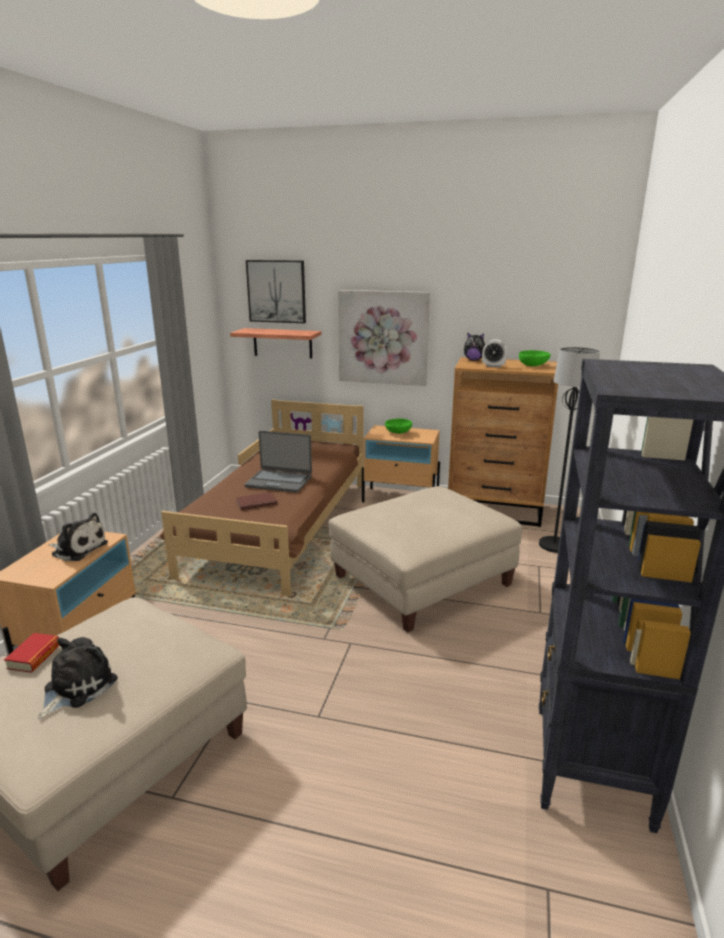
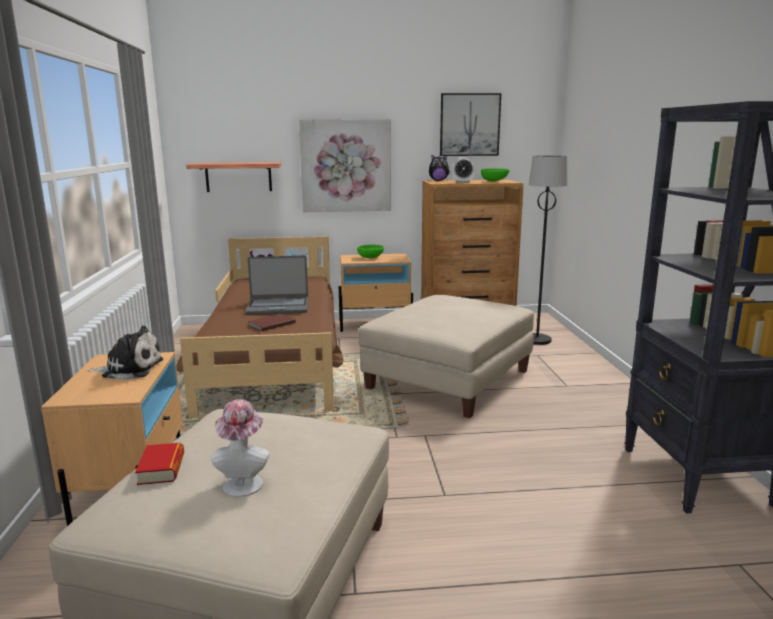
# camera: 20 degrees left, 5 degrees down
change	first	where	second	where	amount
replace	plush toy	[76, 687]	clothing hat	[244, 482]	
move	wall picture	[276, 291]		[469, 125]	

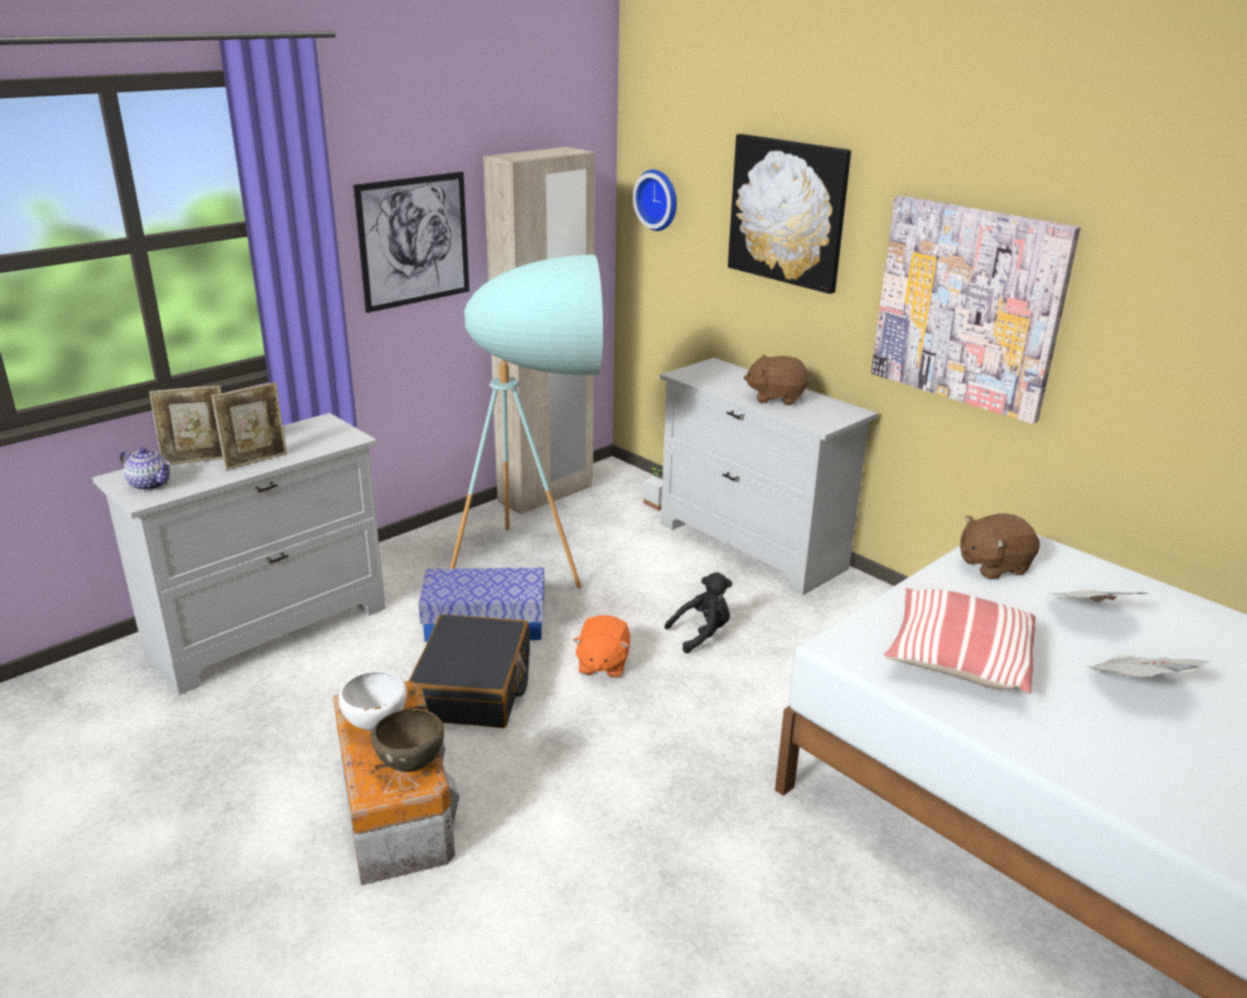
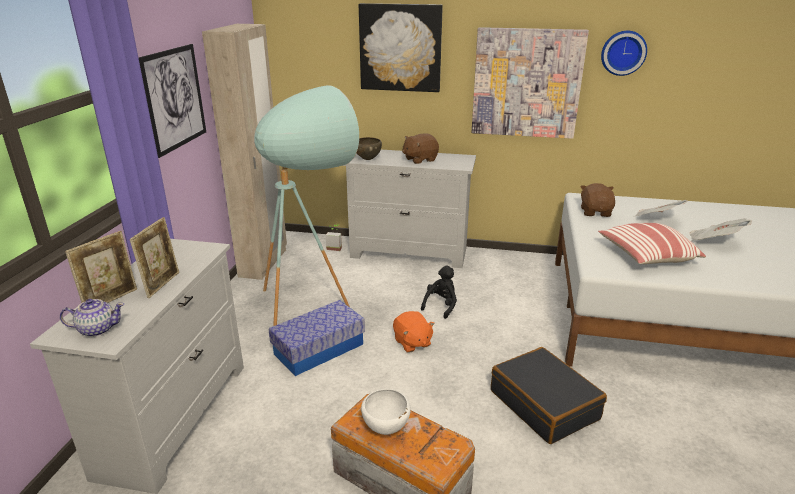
# camera: 35 degrees left, 0 degrees up
change	first	where	second	where	amount
move	brown serving bowl	[411, 765]		[368, 159]	
move	black-coloured suitcase	[473, 687]		[544, 404]	
rotate	brown plush toy	[992, 566]		[595, 212]	150 degrees clockwise
move	wall clock	[659, 199]		[623, 52]	

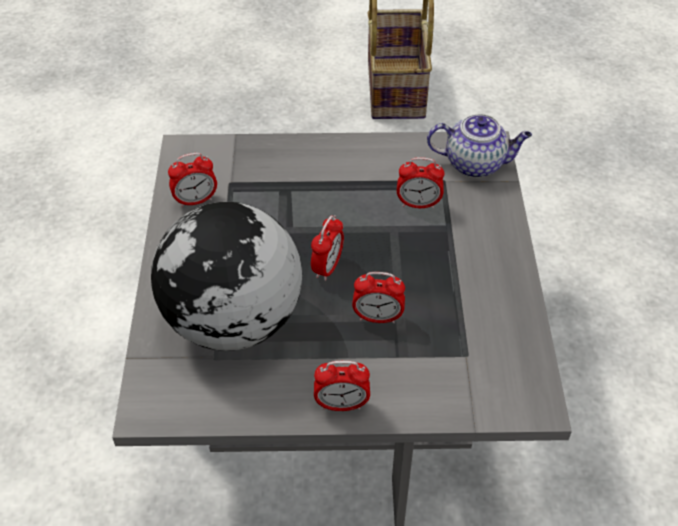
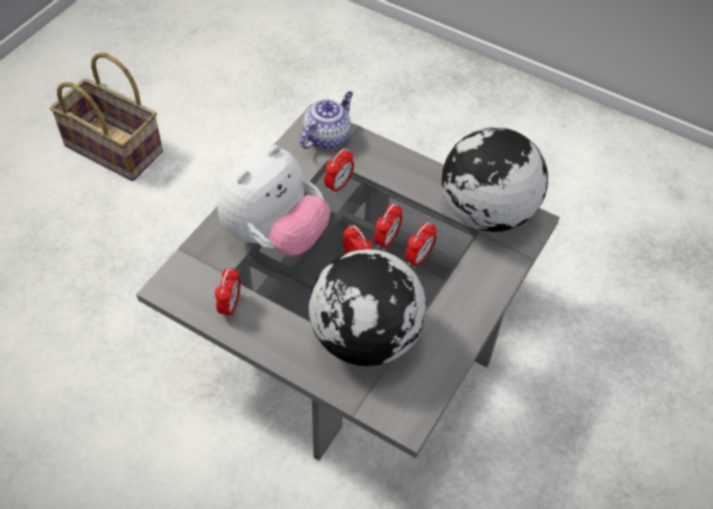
# camera: 60 degrees left, 5 degrees up
change	first	where	second	where	amount
insert			plush toy	[275, 235]	
move	table clock	[341, 405]		[387, 240]	
insert			world globe	[485, 212]	

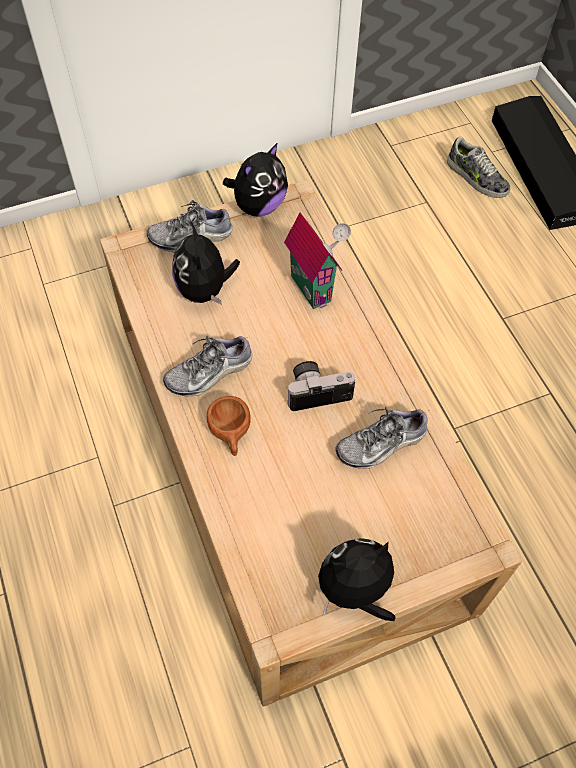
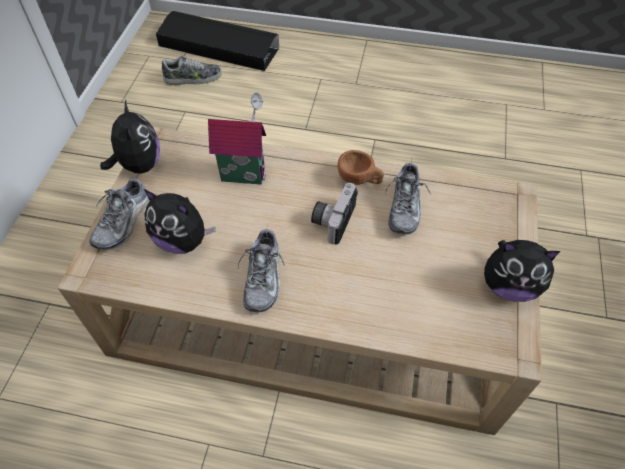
# camera: 55 degrees left, 5 degrees down
change	first	where	second	where	amount
move	brown small cup	[230, 434]		[359, 179]	
rotate	plush toy	[355, 591]		[509, 286]	90 degrees counterclockwise

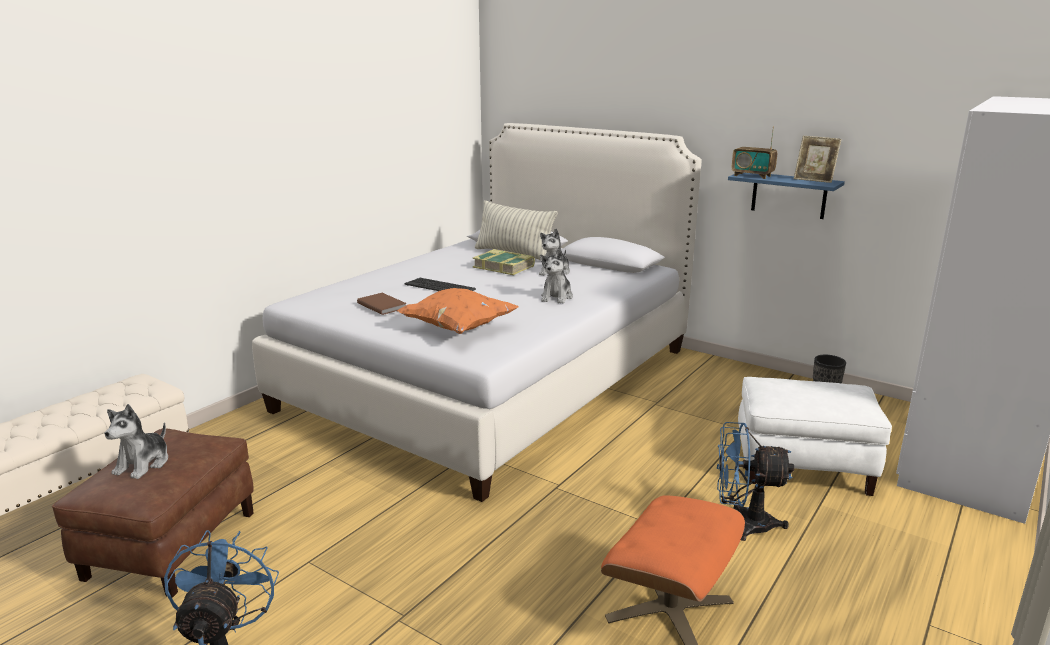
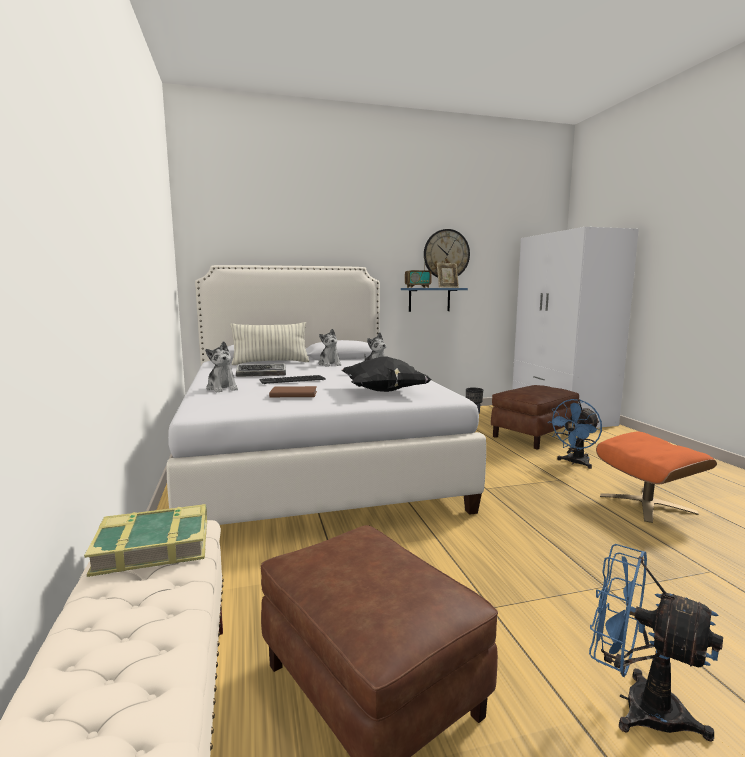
# camera: 50 degrees left, 10 degrees down
change	first	where	second	where	amount
move	volume	[504, 267]		[154, 546]	
move	plush toy	[143, 464]		[222, 388]	
insert			computer keyboard	[262, 374]	
recolor	orange throw pillow	[457, 328]	black-coloured throw pillow	[383, 391]	
insert			wall clock	[446, 254]	
recolor	white-coloured pouffe	[803, 466]	brown pouffe	[533, 436]	

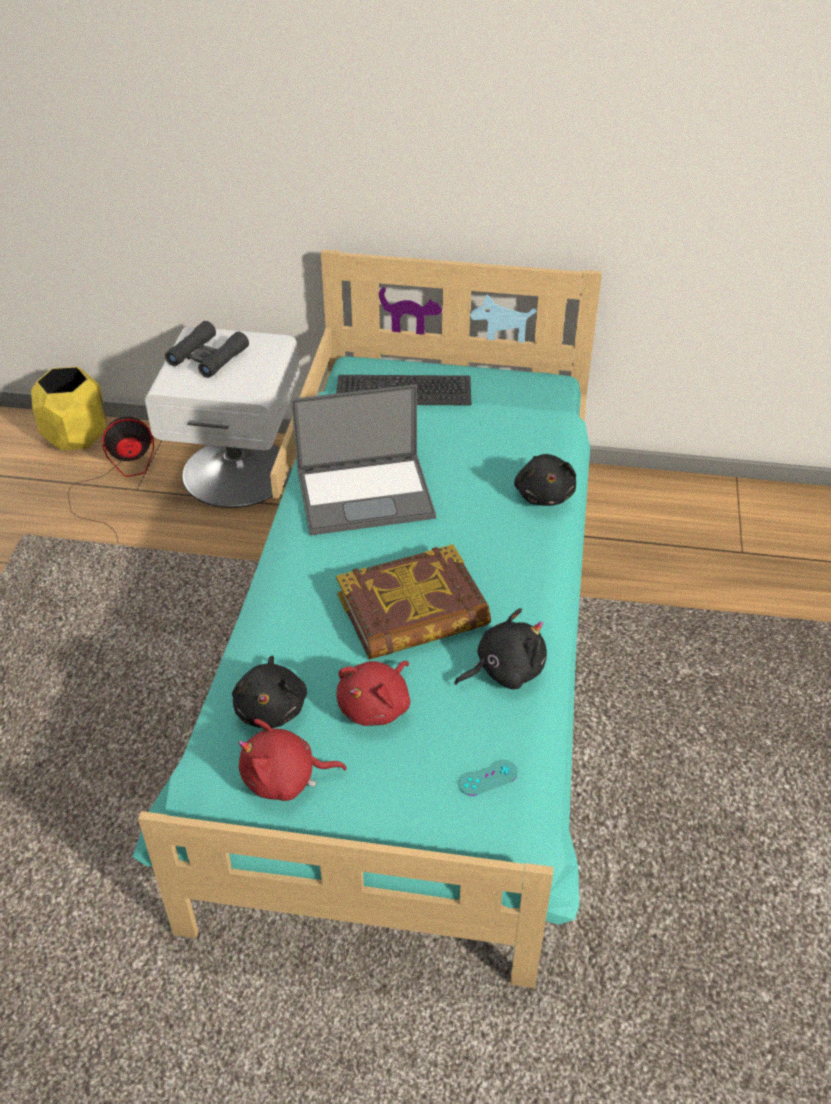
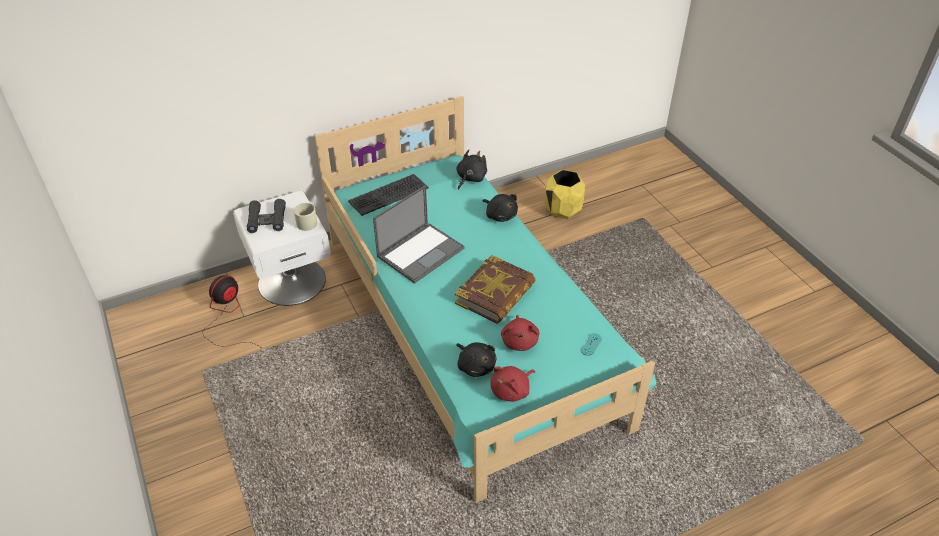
# camera: 35 degrees left, 0 degrees up
change	first	where	second	where	amount
insert			sand-coloured coffee mug	[307, 222]	
move	black-coloured plush toy	[505, 670]		[470, 178]	
move	yellow planter	[77, 435]		[563, 209]	

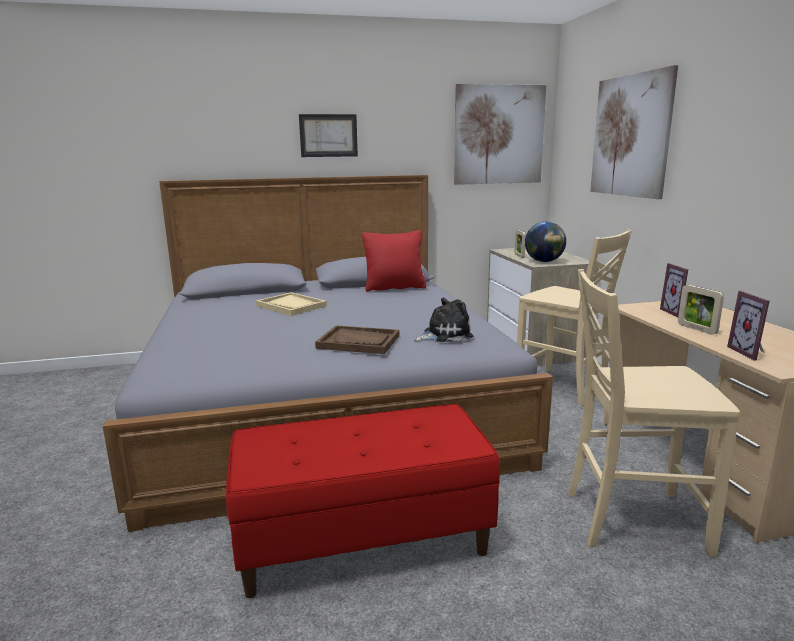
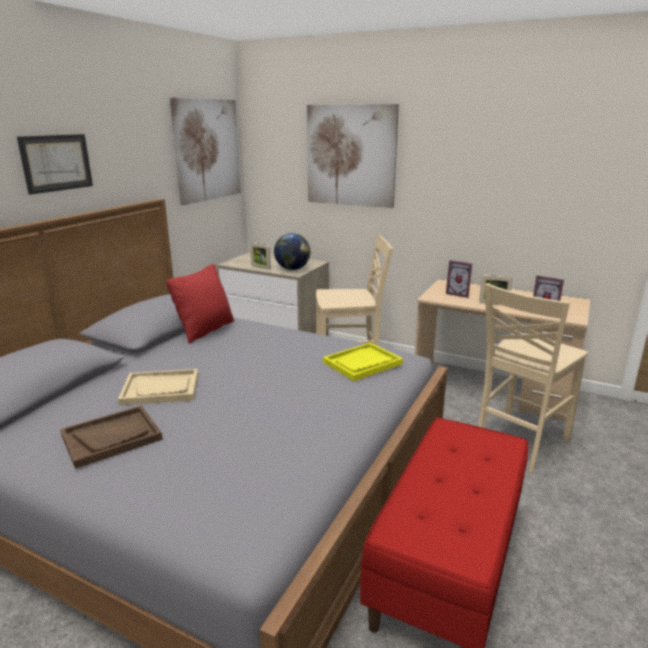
# camera: 50 degrees left, 5 degrees up
change	first	where	second	where	amount
move	brown serving tray	[359, 342]		[112, 437]	
replace	plush toy	[444, 335]	yellow serving tray	[362, 363]	

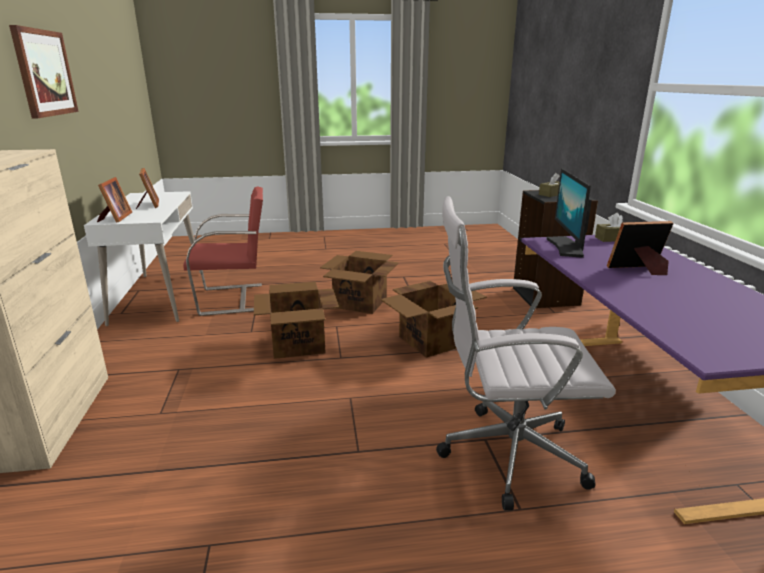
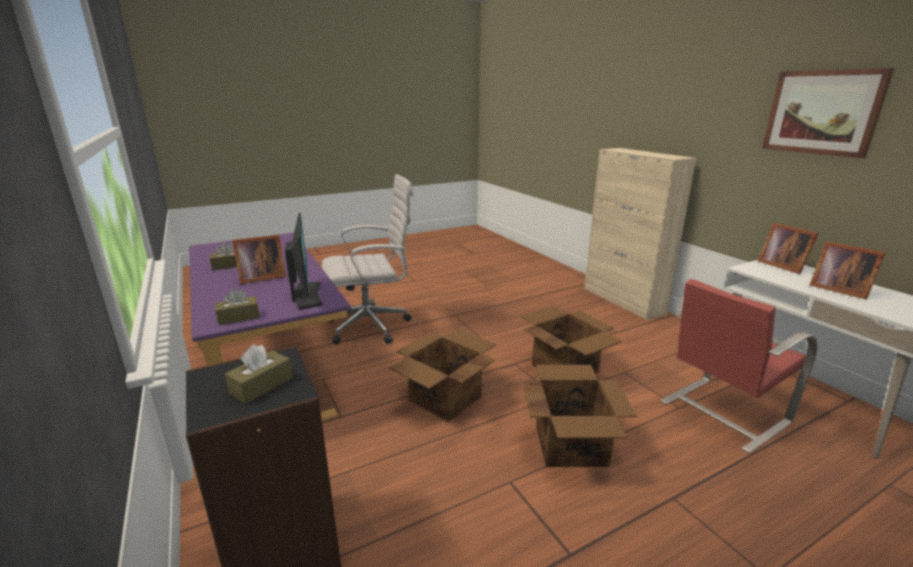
# camera: 160 degrees right, 0 degrees up
change	first	where	second	where	amount
insert			brown tissue box	[228, 265]	

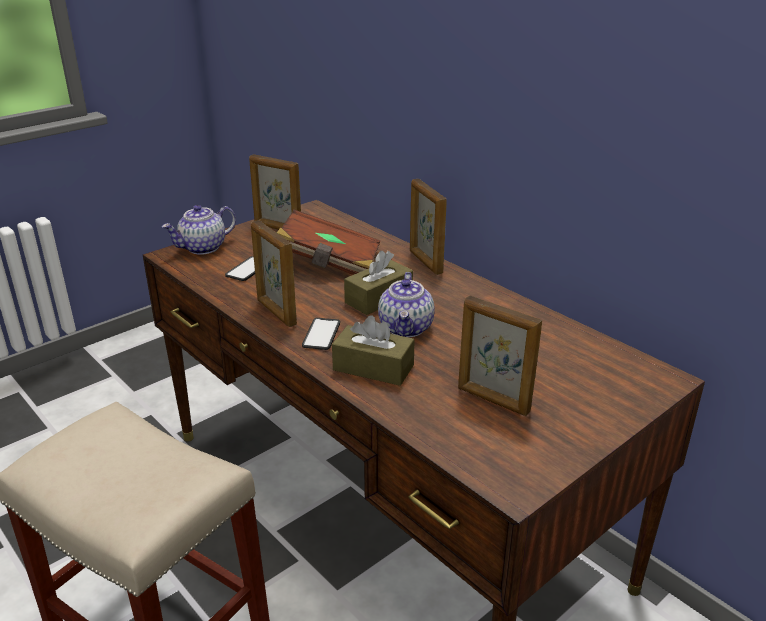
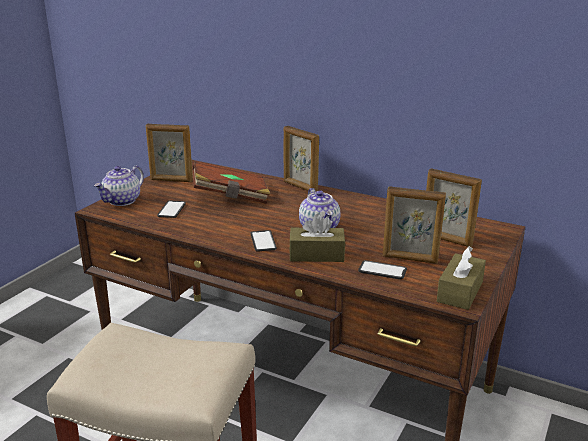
# camera: 20 degrees left, 5 degrees down
change	first	where	second	where	amount
insert			telephone	[382, 270]	
move	picture frame	[276, 312]		[446, 240]	
move	brown tissue box	[378, 298]		[460, 291]	

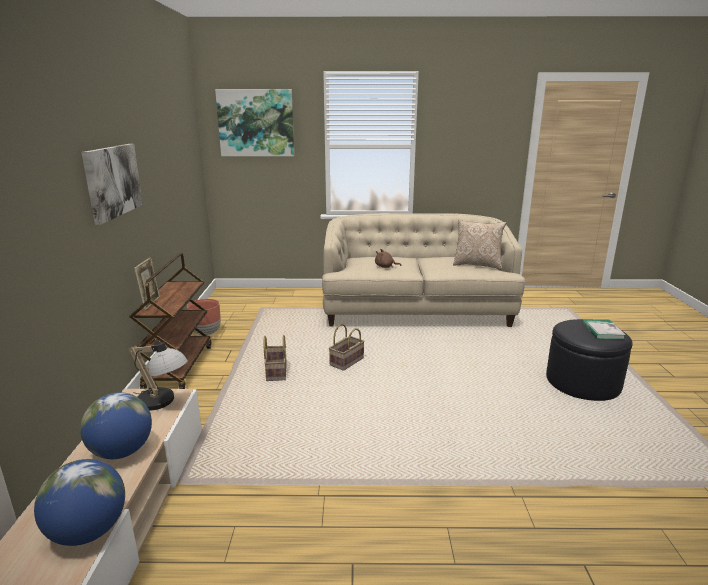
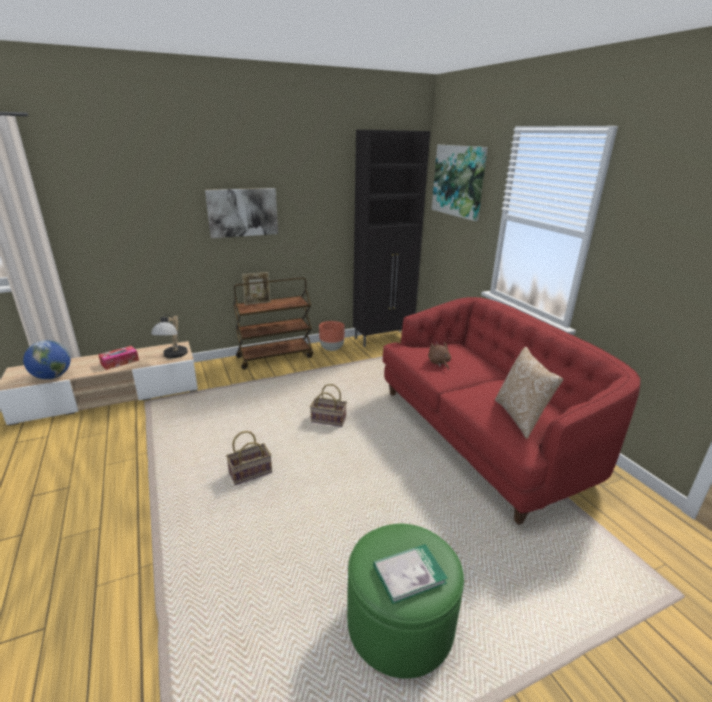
# camera: 65 degrees right, 5 degrees up
change	first	where	second	where	amount
replace	world globe	[122, 451]	tissue box	[120, 362]	
move	household basket	[276, 372]		[251, 472]	
recolor	black-coloured pouffe	[583, 382]	green-coloured pouffe	[400, 622]	
insert			black-coloured storage cabinet	[384, 338]	
recolor	sand-coloured couch	[416, 311]	red-coloured couch	[482, 435]	

